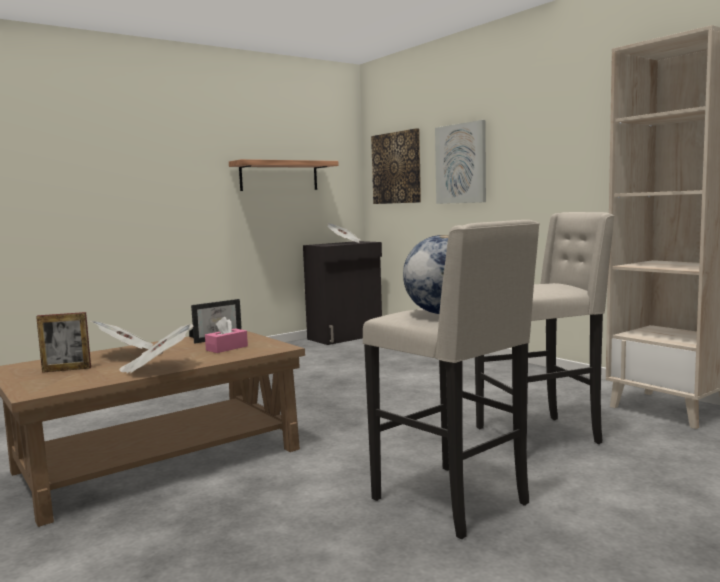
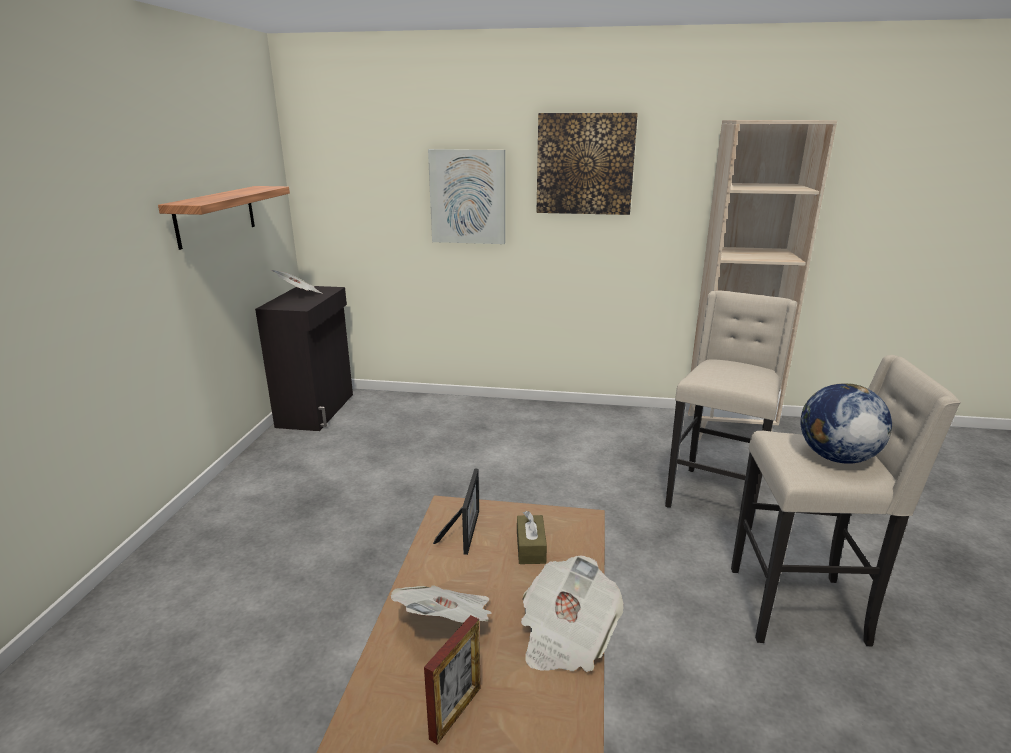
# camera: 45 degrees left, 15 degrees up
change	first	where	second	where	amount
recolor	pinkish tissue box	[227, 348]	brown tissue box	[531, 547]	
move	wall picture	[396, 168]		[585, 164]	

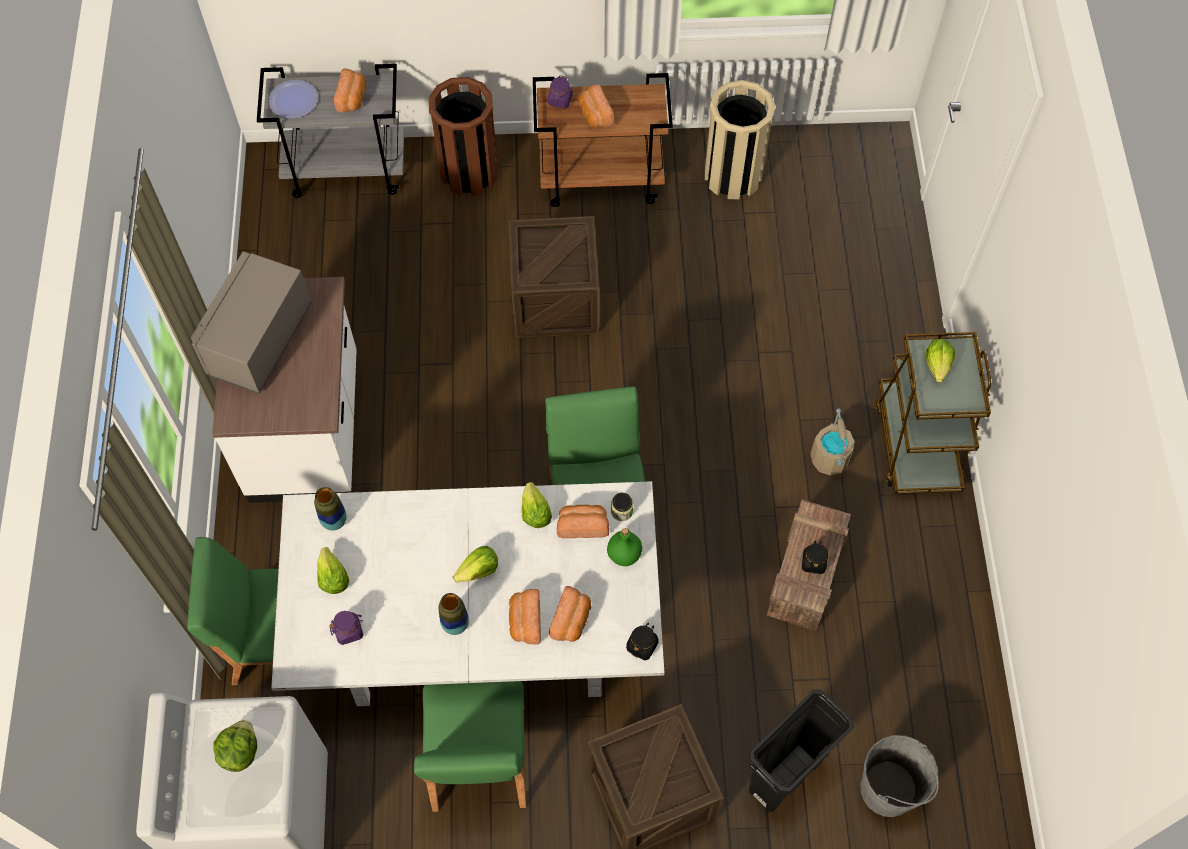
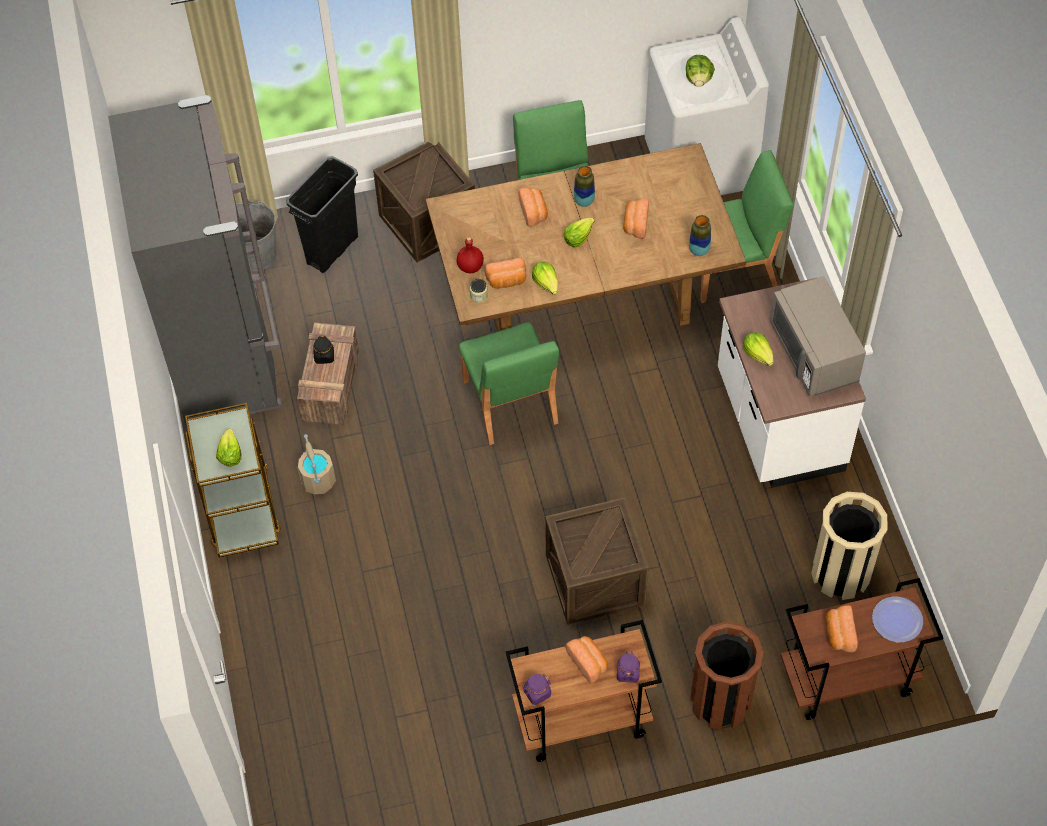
# camera: 170 degrees right, 5 degrees down
change	first	where	second	where	amount
insert			gray fridge	[226, 354]	
recolor	white-coloured kitchen table	[480, 632]	brown kitchen table	[581, 299]	
recolor	green-coloured beverage bottle	[623, 554]	red-coloured beverage bottle	[471, 267]	
move	purple jar	[349, 631]		[537, 693]	
move	bread	[572, 620]		[635, 224]	
move	lettuce head	[332, 577]		[758, 354]	
rotate	gray kitchen microwave	[258, 340]		[813, 353]	150 degrees clockwise
recolor	gray trolley	[347, 170]	brown trolley	[846, 680]	
move	sand-coloured waste bin	[733, 175]		[840, 573]	
delete	black-coloured jar	[642, 645]			

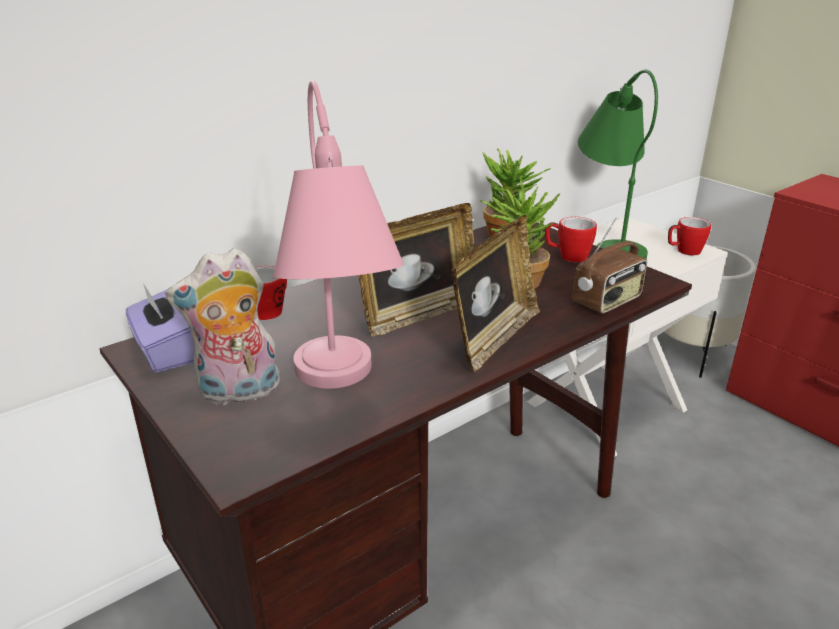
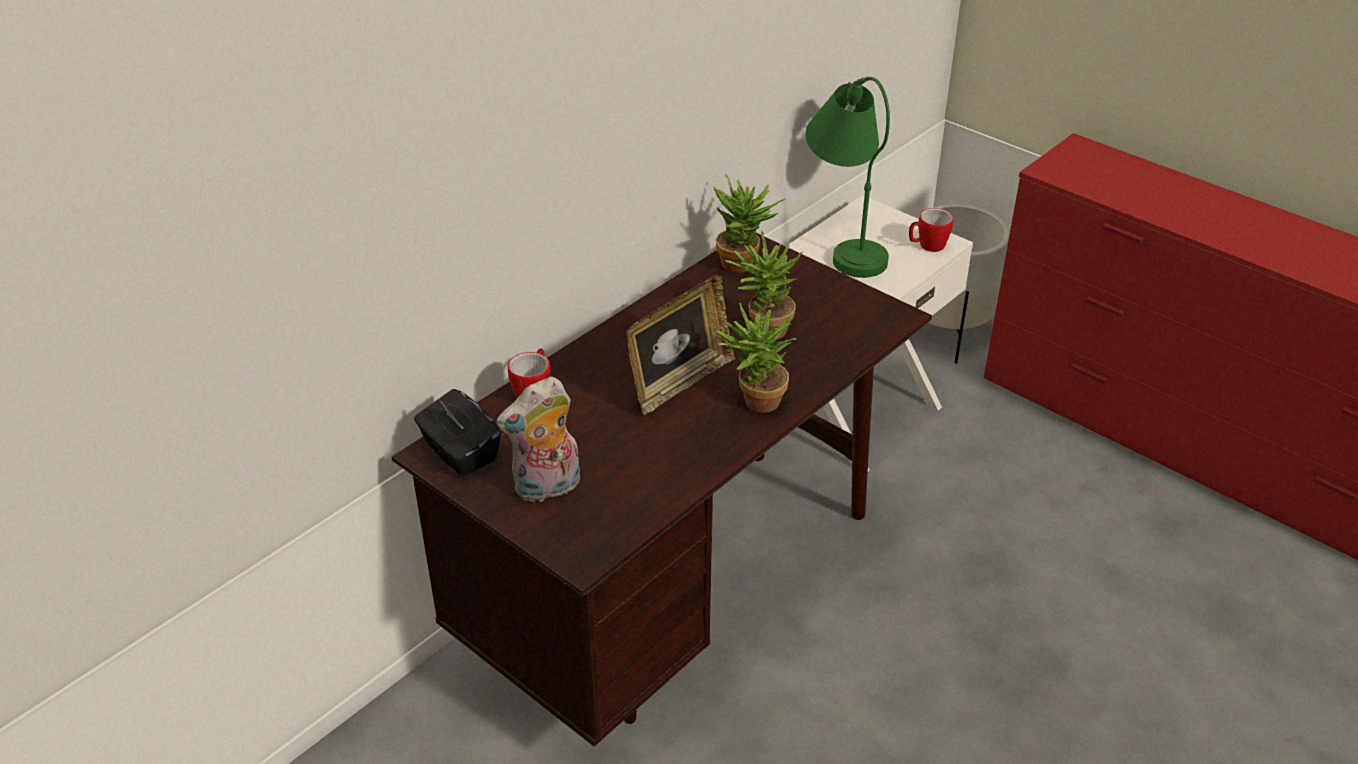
# camera: 10 degrees left, 10 degrees up
change	first	where	second	where	amount
recolor	purple tissue box	[168, 351]	black-coloured tissue box	[460, 453]	
replace	picture frame	[493, 338]	plant in a pot	[755, 403]	
delete	pinkish tabletop lamp	[340, 397]			
delete	coffee mug	[567, 256]			
delete	radio set	[607, 301]			

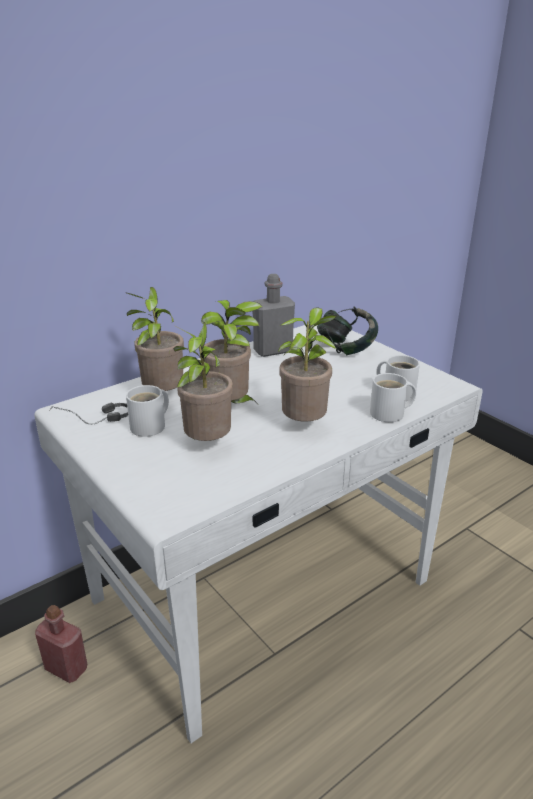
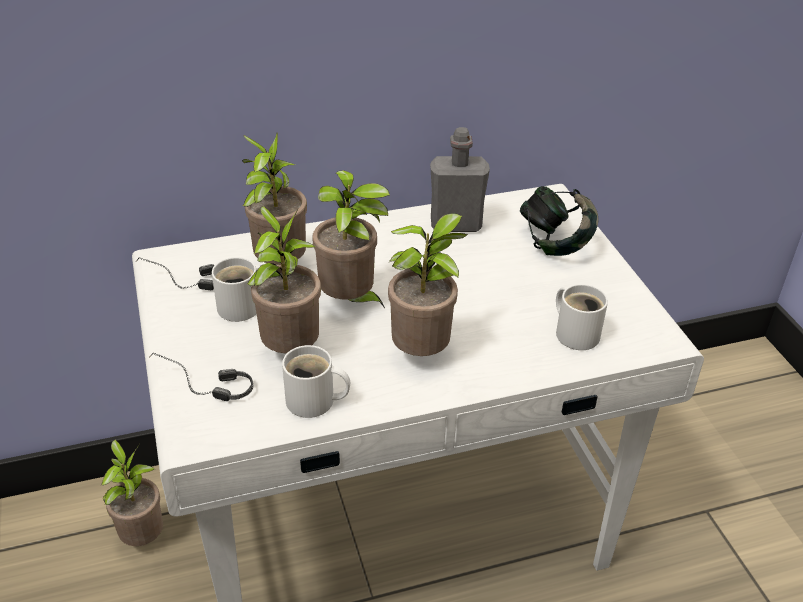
# camera: 20 degrees right, 10 degrees up
change	first	where	second	where	amount
replace	red-coloured beverage bottle	[66, 668]	plant in a pot	[143, 536]	
insert			headphones	[201, 387]	
move	white-coloured coffee mug	[390, 414]		[314, 402]	

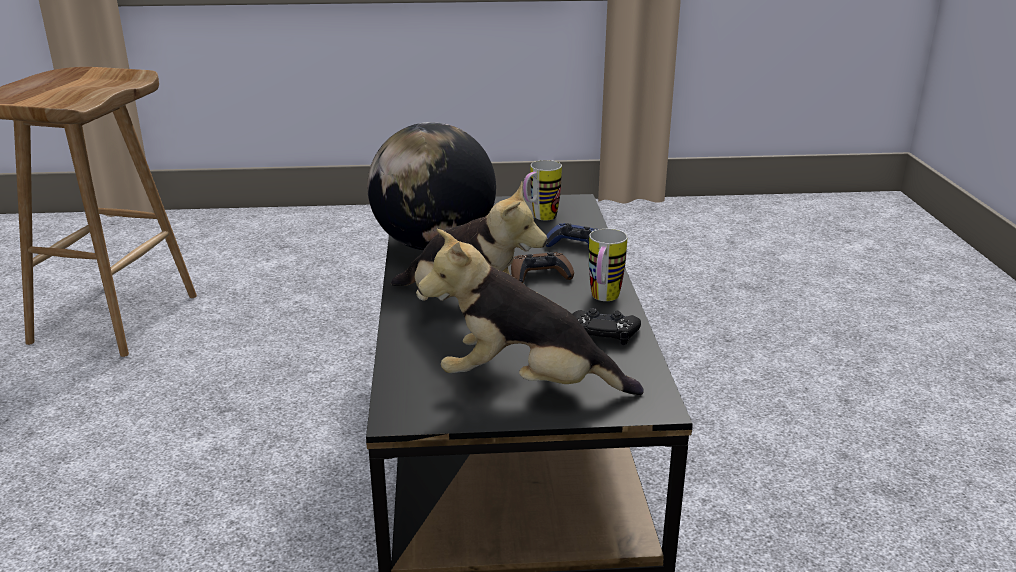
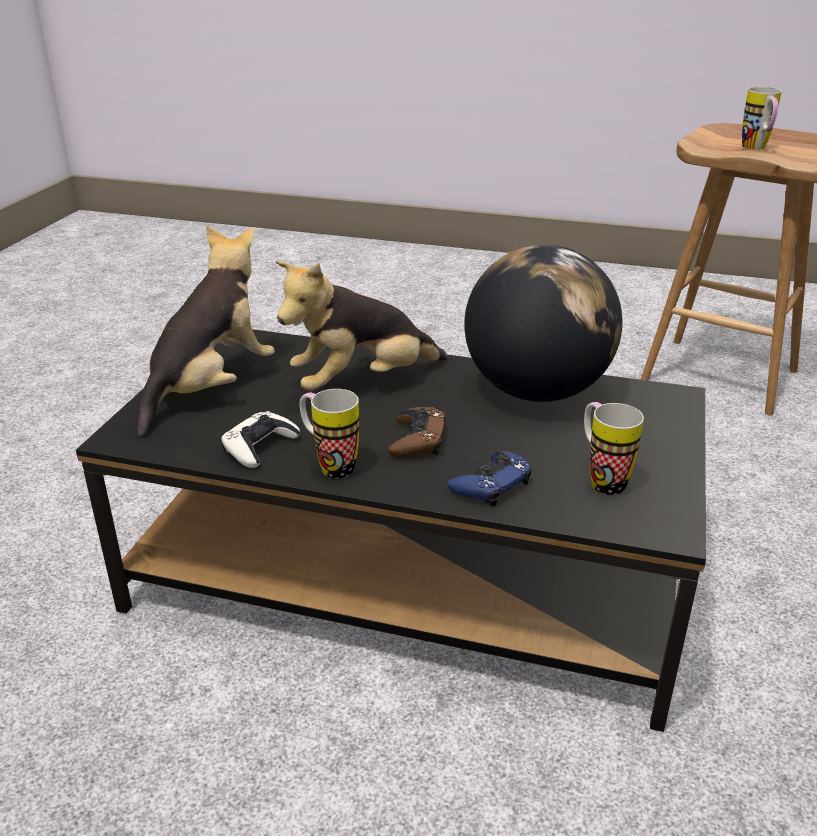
# camera: 110 degrees right, 5 degrees up
change	first	where	second	where	amount
recolor	black-coloured gamepad	[604, 332]	white-coloured gamepad	[260, 446]	
insert			coffee mug	[756, 148]	

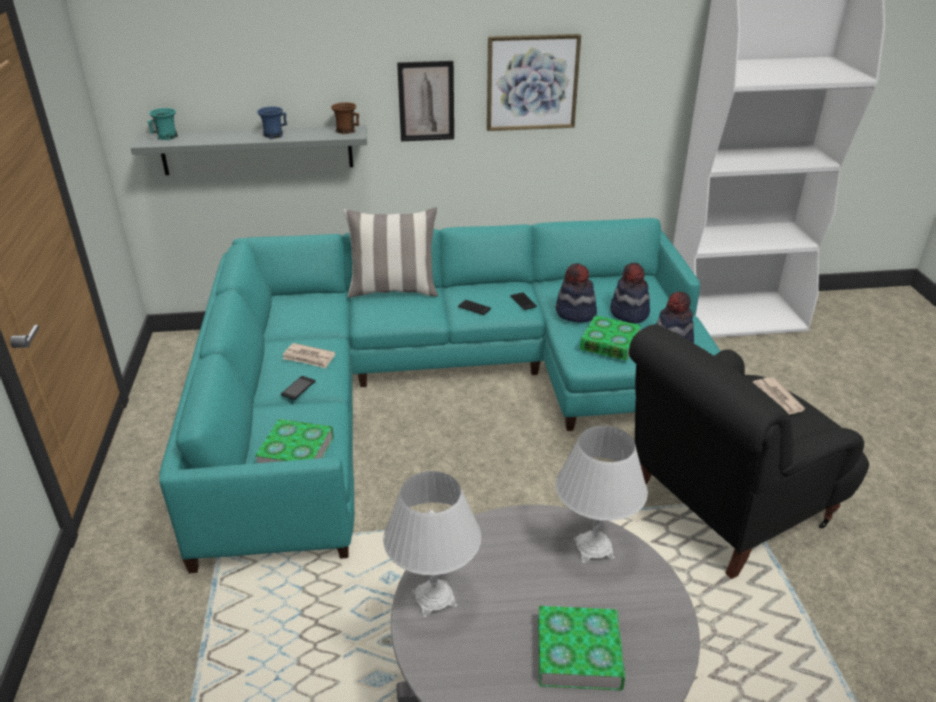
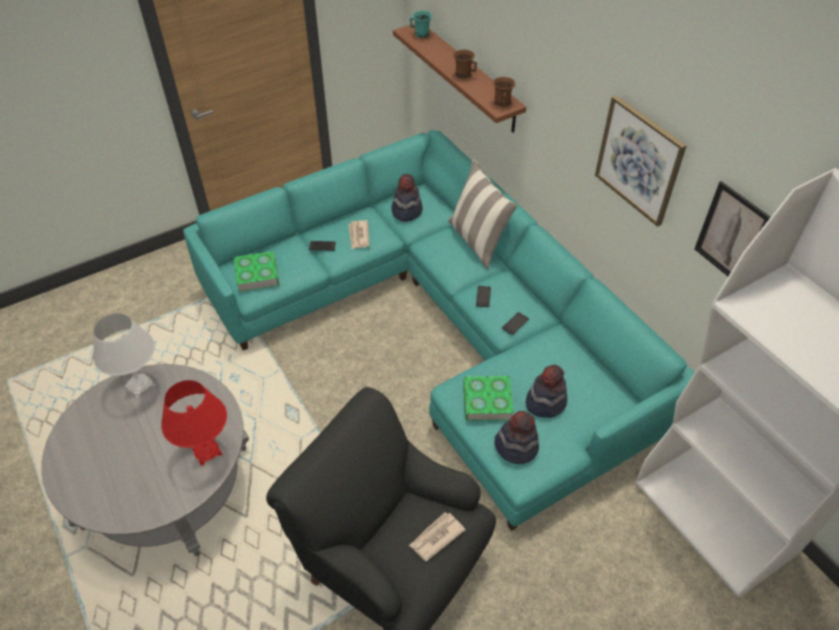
# camera: 65 degrees right, 15 degrees up
change	first	where	second	where	amount
recolor	white-coloured tabletop lamp	[593, 548]	red-coloured tabletop lamp	[207, 452]	
move	clothing hat	[575, 313]		[406, 211]	
recolor	gray wall shelf	[257, 150]	brown wall shelf	[469, 77]	
recolor	bluish coffee mug	[273, 135]	brown coffee mug	[463, 74]	
move	wall picture	[426, 101]		[731, 234]	
delete	volume	[578, 653]			

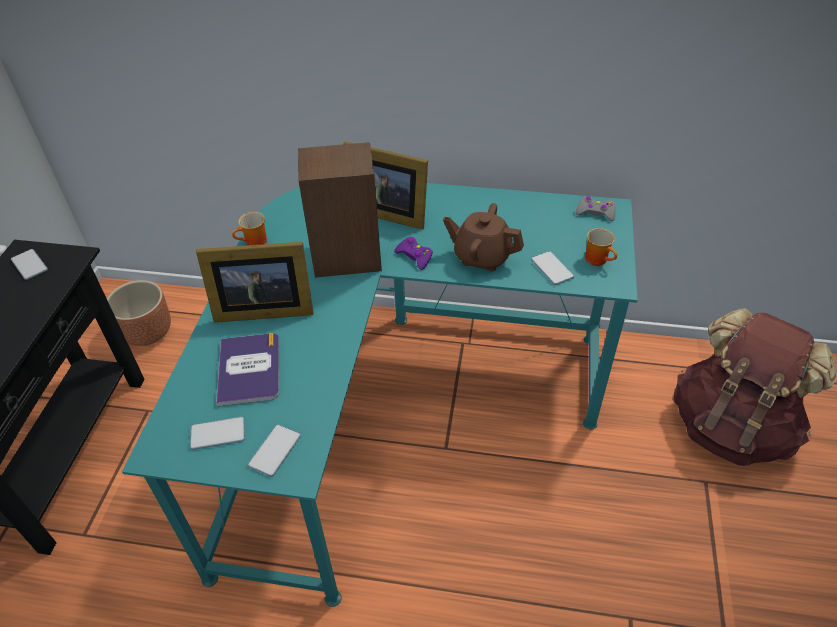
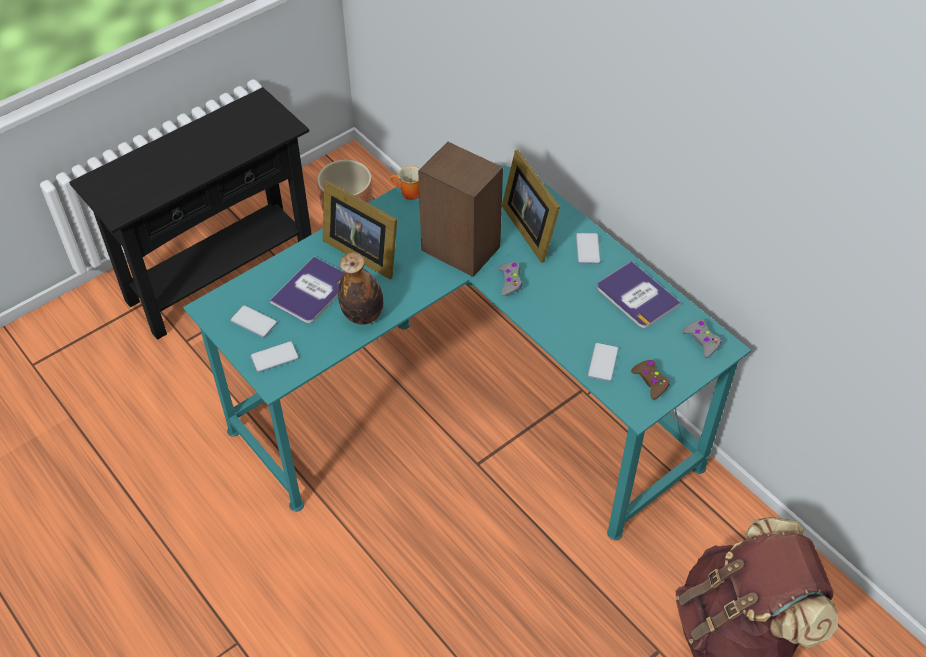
# camera: 40 degrees right, 5 degrees up
change	first	where	second	where	amount
insert			beverage bottle	[363, 315]	
recolor	purple gamepad	[415, 256]	gray gamepad	[510, 281]	
move	telephone	[29, 265]		[587, 249]	
insert			volume	[636, 296]	
replace	coffee mug	[599, 259]	brown gamepad	[650, 381]	
delete	brown tea pot	[482, 257]			

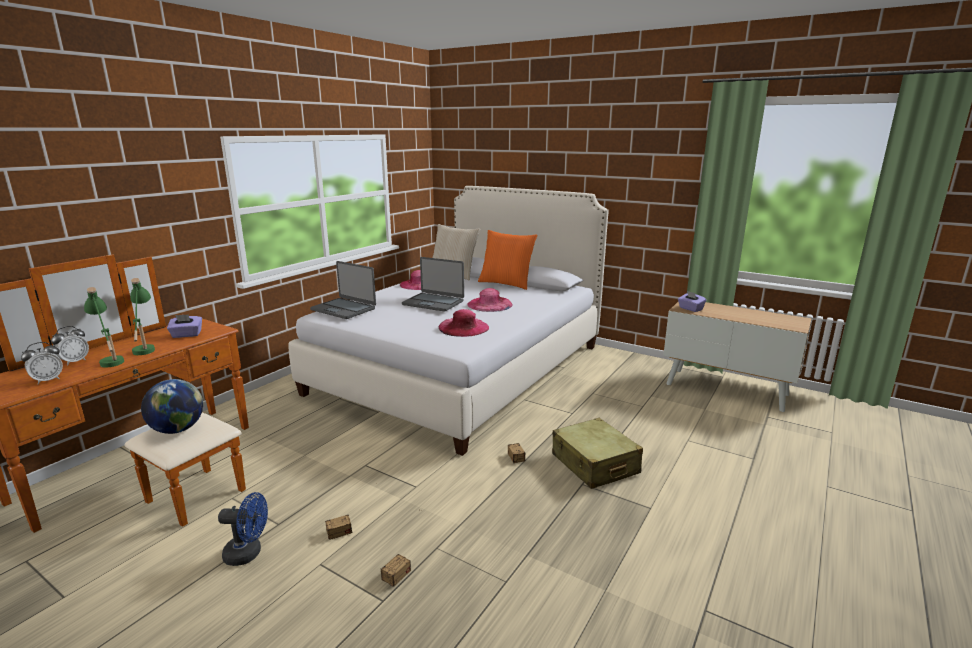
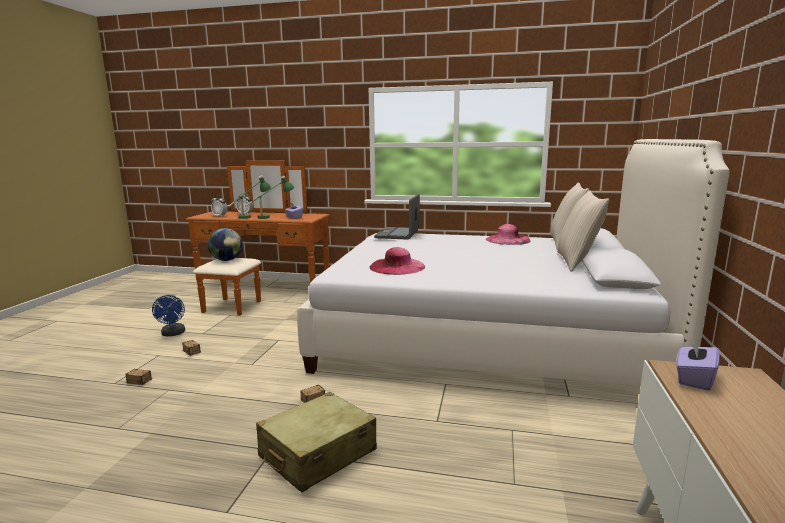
# camera: 70 degrees right, 5 degrees down
change	first	where	second	where	amount
recolor	orange throw pillow	[506, 283]	sand-coloured throw pillow	[577, 262]	
delete	portable computer	[433, 303]			
delete	pinkish clothing hat	[490, 304]			

